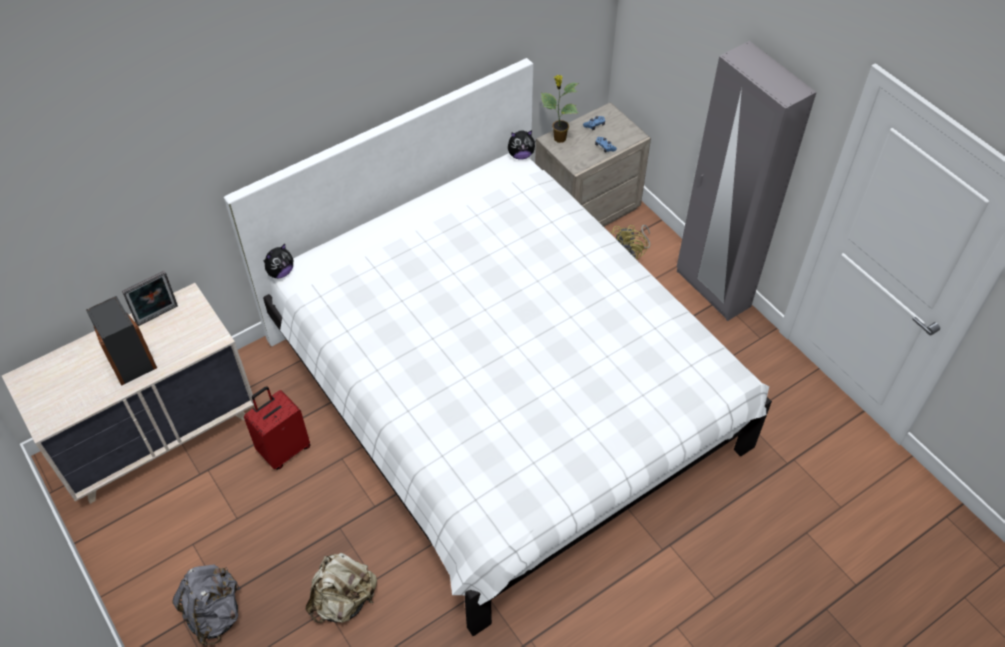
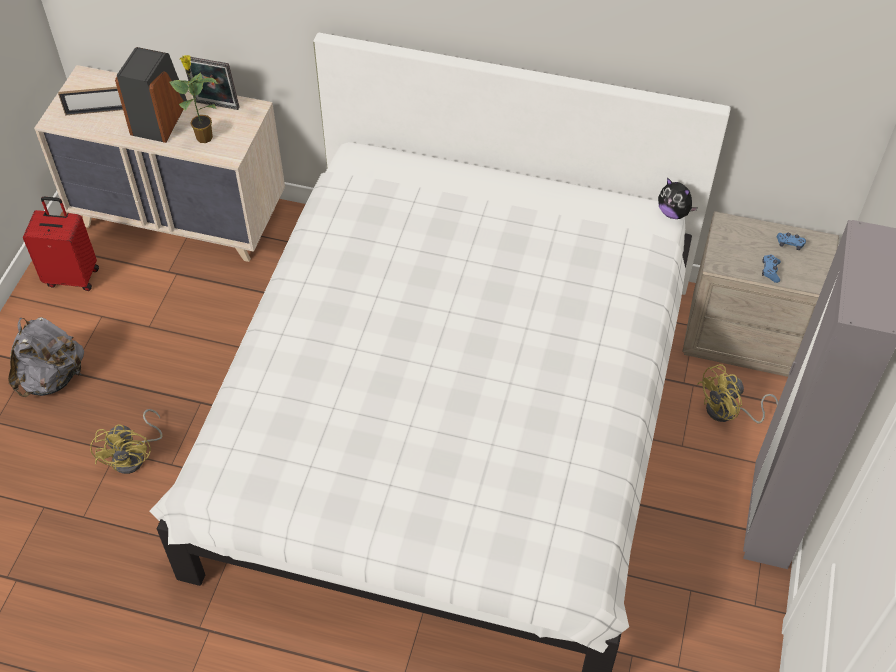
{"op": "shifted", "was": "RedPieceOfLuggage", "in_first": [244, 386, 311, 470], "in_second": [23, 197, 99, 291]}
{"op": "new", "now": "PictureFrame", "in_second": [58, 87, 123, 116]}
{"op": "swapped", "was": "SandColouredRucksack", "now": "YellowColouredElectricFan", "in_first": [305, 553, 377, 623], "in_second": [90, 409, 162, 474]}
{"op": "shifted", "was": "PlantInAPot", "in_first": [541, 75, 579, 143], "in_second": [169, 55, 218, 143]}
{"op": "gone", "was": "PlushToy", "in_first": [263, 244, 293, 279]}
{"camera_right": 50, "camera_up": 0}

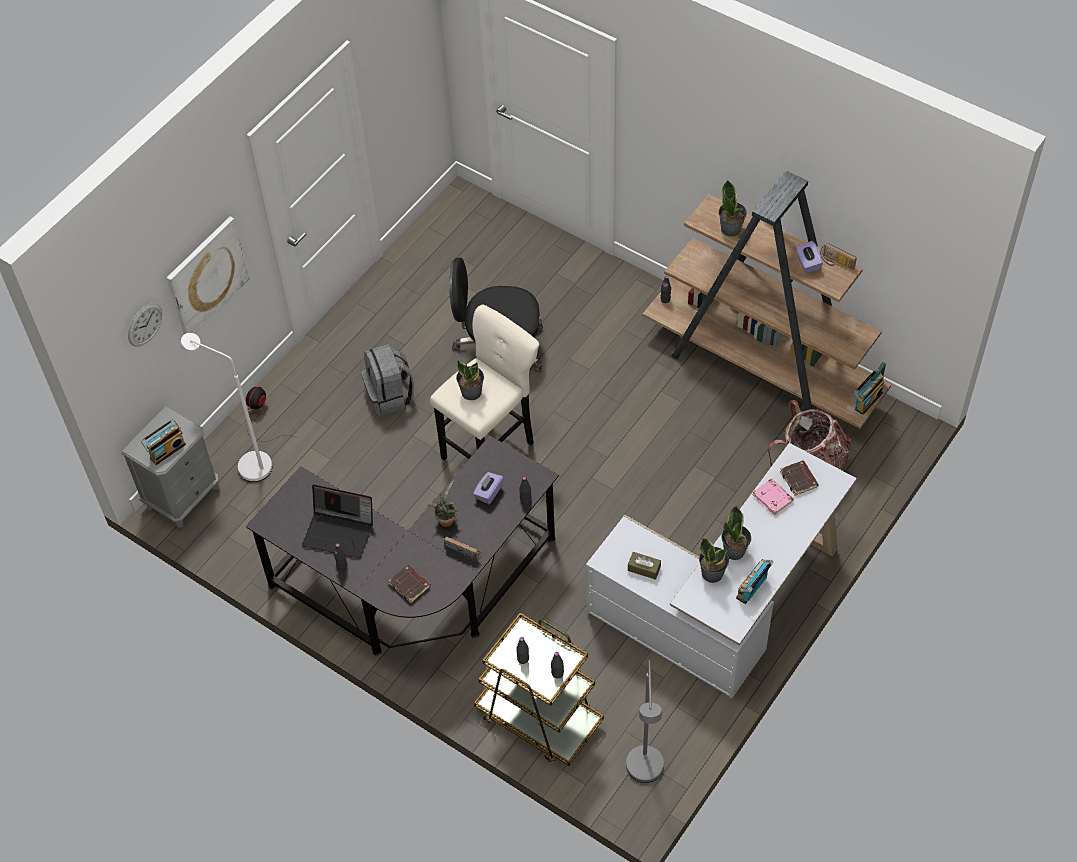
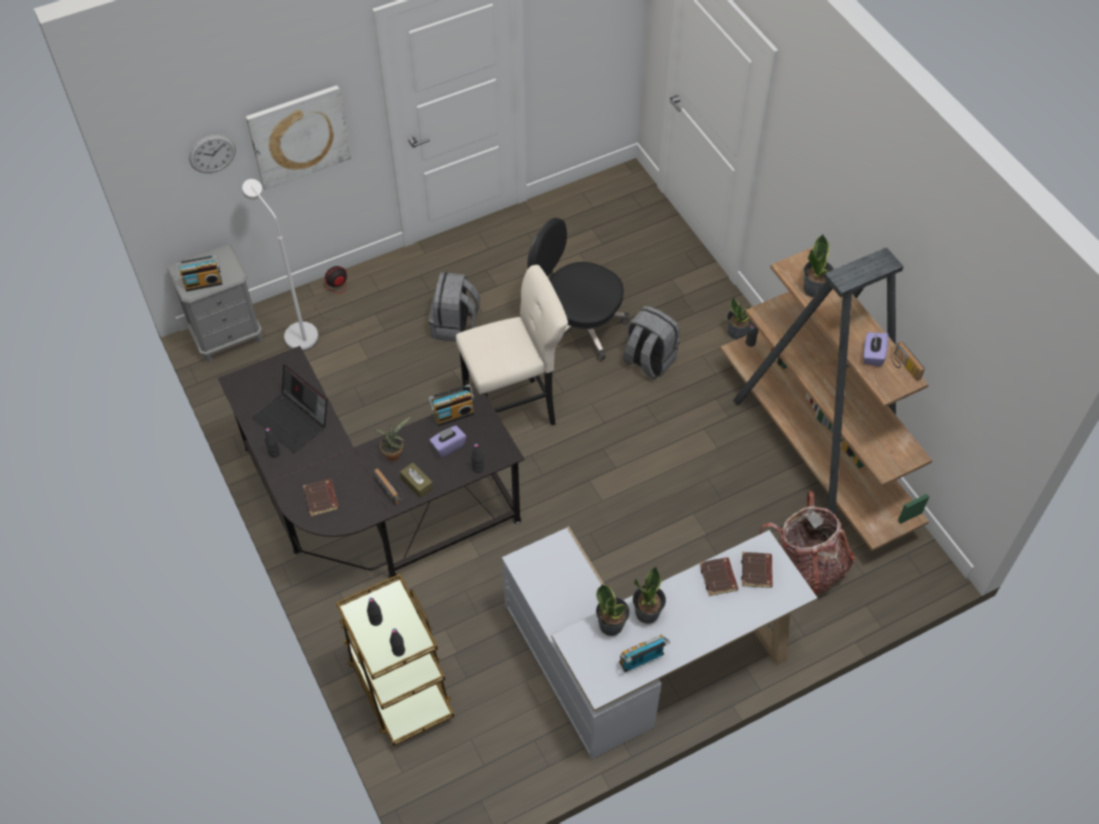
{"op": "shifted", "was": "BrownColouredTissueBox", "in_first": [628, 552, 661, 580], "in_second": [400, 462, 433, 499]}
{"op": "shifted", "was": "RadioSet", "in_first": [854, 369, 884, 415], "in_second": [429, 384, 474, 426]}
{"op": "new", "now": "GrayRucksack", "in_second": [623, 306, 680, 379]}
{"op": "repainted", "was": "PinkColouredBoundBook", "now": "BrownColouredBoundBook", "in_first": [752, 478, 794, 516], "in_second": [700, 557, 738, 596]}
{"op": "shifted", "was": "PlantInAPot", "in_first": [456, 360, 484, 400], "in_second": [727, 297, 752, 340]}
{"op": "gone", "was": "GrayFloorLamp", "in_first": [626, 660, 664, 783]}
{"camera_right": 25, "camera_up": 0}

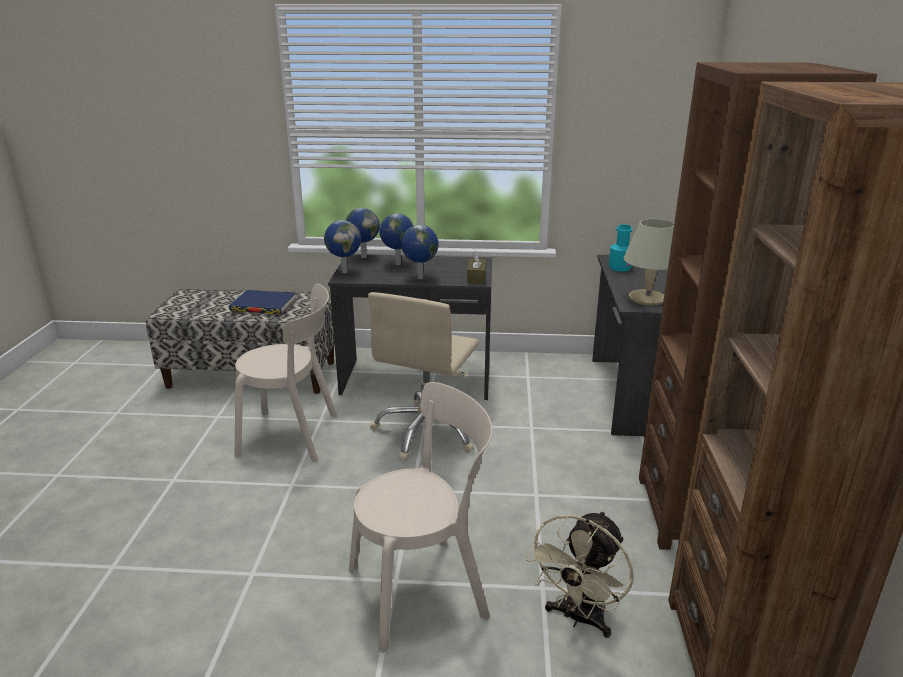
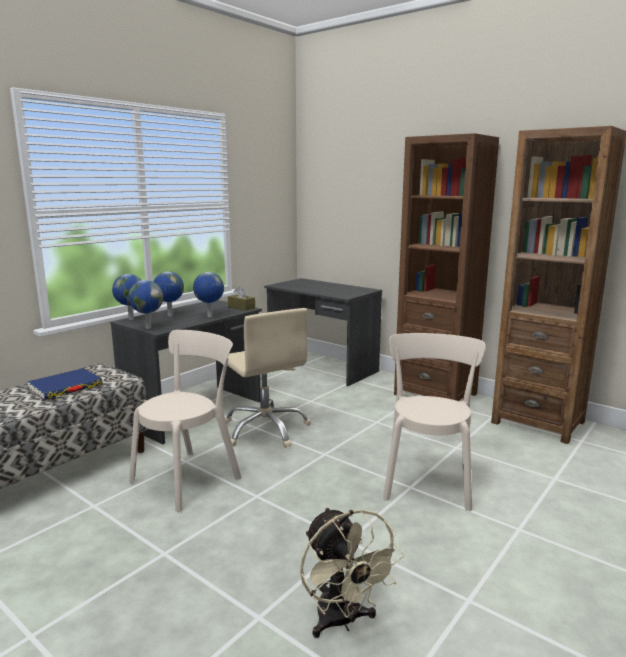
{"op": "shifted", "was": "SandColouredElectricFan", "in_first": [525, 511, 633, 638], "in_second": [300, 507, 404, 638]}
{"op": "gone", "was": "TurquoiseDrinkBottle", "in_first": [609, 224, 632, 272]}
{"op": "gone", "was": "SandColouredTabletopLamp", "in_first": [623, 219, 674, 305]}
{"camera_right": -55, "camera_up": -10}

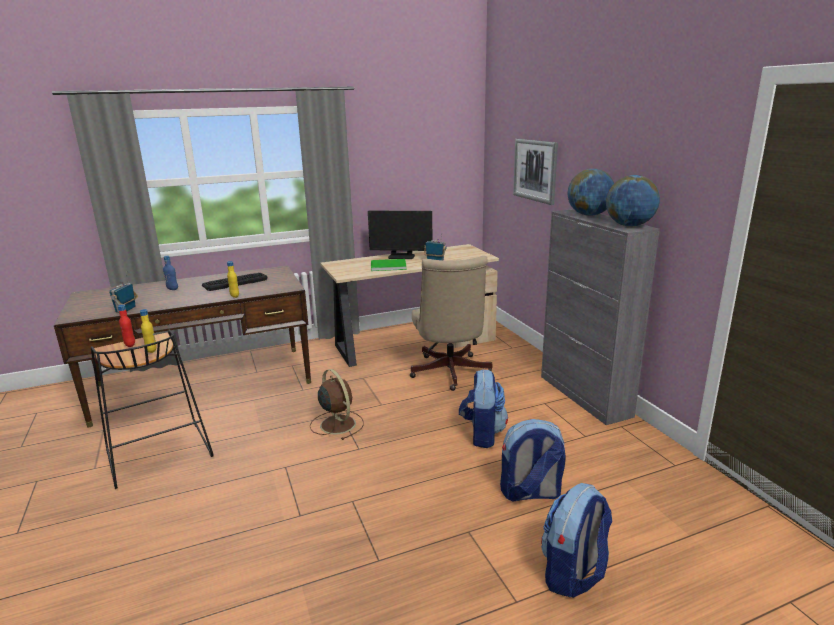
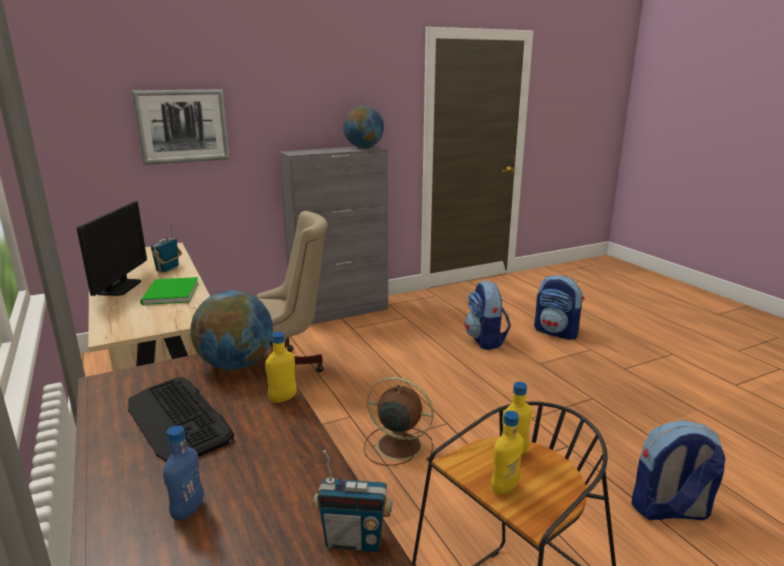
{"op": "shifted", "was": "Globe", "in_first": [568, 169, 614, 216], "in_second": [190, 290, 273, 370]}
{"op": "rotated", "was": "BrownColouredElectricFan", "in_first": [310, 369, 364, 440], "in_second": [364, 377, 434, 466], "clockwise": 60}
{"op": "repainted", "was": "RedDrinkBottle", "now": "YellowColouredDrinkBottle", "in_first": [118, 304, 135, 347], "in_second": [491, 411, 524, 494]}
{"op": "shifted", "was": "Rucksack", "in_first": [459, 369, 508, 448], "in_second": [632, 420, 726, 520]}
{"camera_right": -95, "camera_up": 0}

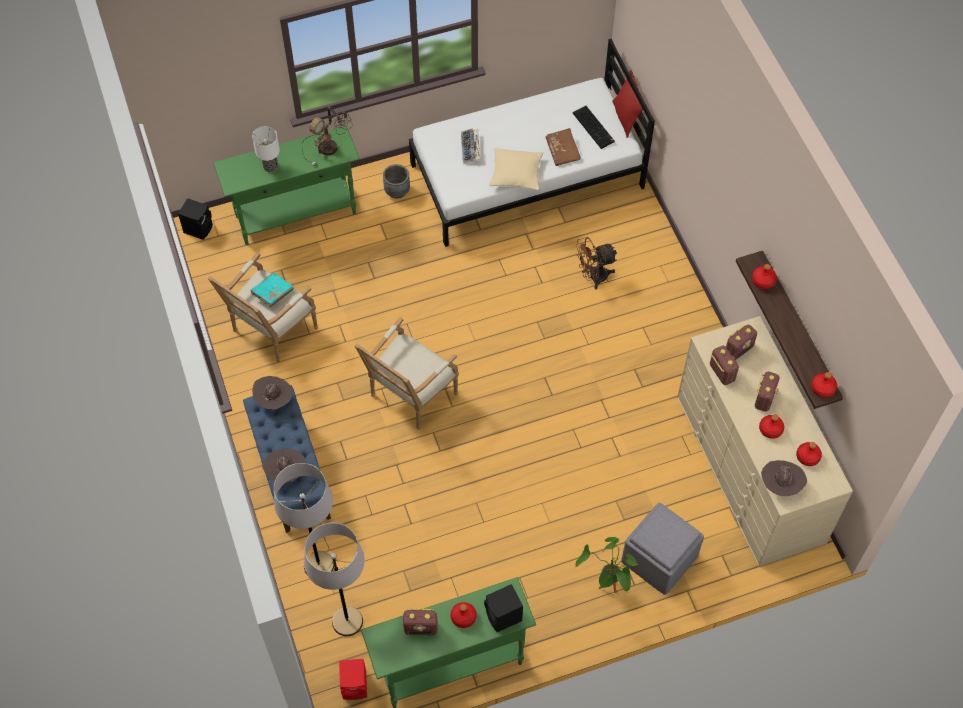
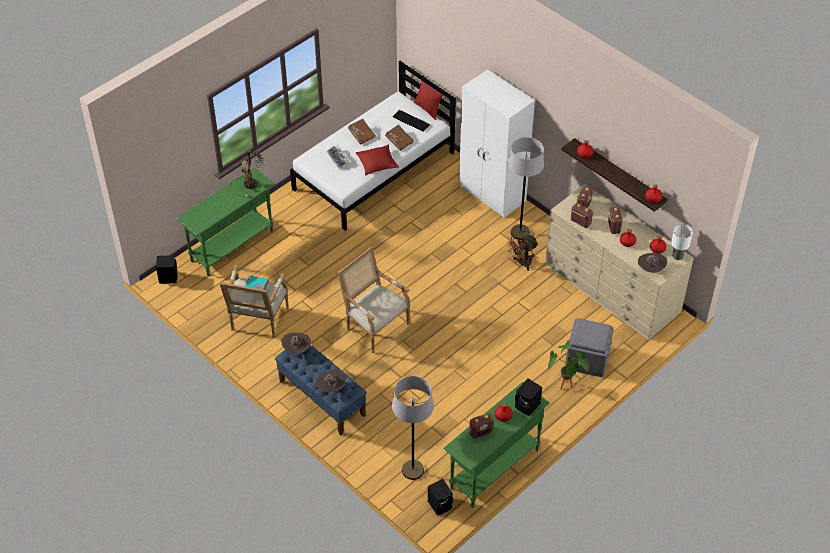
{"op": "rotated", "was": "LoungeChair", "in_first": [355, 317, 459, 429], "in_second": [337, 247, 410, 353], "clockwise": 120}
{"op": "new", "now": "BrownColouredBoundBook", "in_second": [348, 119, 376, 144]}
{"op": "repainted", "was": "SandColouredPillow", "now": "RedPillow", "in_first": [489, 148, 543, 190], "in_second": [356, 145, 399, 175]}
{"op": "repainted", "was": "RedSpeaker", "now": "BlackColouredSpeaker", "in_first": [339, 659, 367, 700], "in_second": [428, 479, 453, 516]}
{"op": "new", "now": "WhitishClothesCupboard", "in_second": [459, 69, 535, 218]}
{"op": "shifted", "was": "BrownColouredElectricFan", "in_first": [576, 237, 617, 289], "in_second": [506, 234, 539, 271]}
{"op": "shifted", "was": "GrayFloorLamp", "in_first": [274, 463, 334, 574], "in_second": [508, 137, 544, 240]}
{"op": "shifted", "was": "TabletopLamp", "in_first": [252, 126, 280, 172], "in_second": [671, 224, 693, 260]}
{"op": "gone", "was": "GrayPlantPot", "in_first": [383, 164, 410, 198]}
{"camera_right": -25, "camera_up": -10}

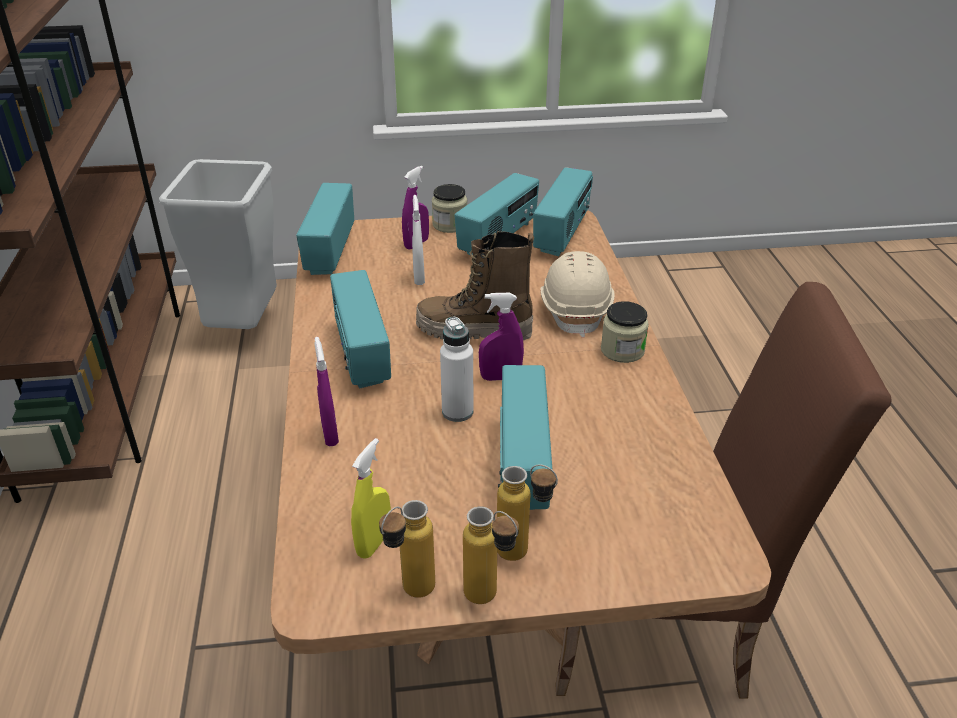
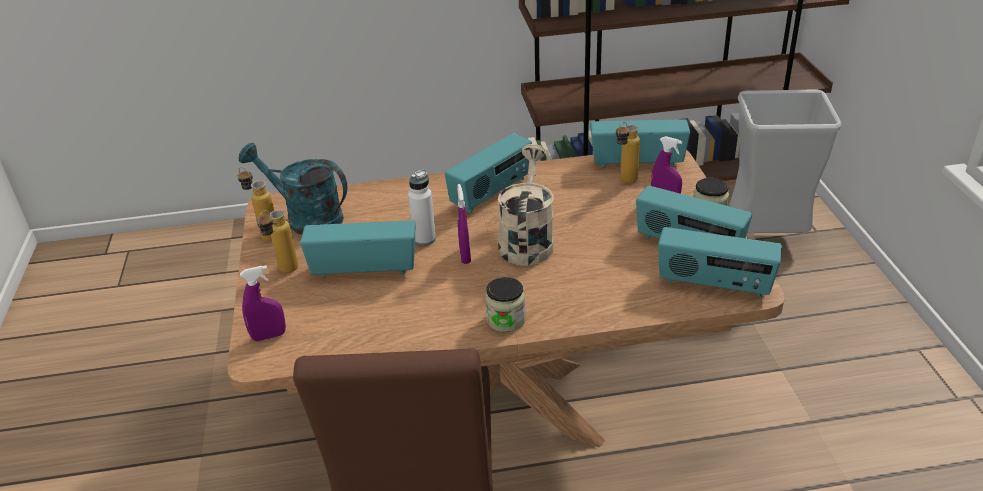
{"op": "swapped", "was": "YellowColouredSprayer", "now": "TurquoiseSprinklingCan", "in_first": [351, 438, 391, 559], "in_second": [239, 143, 348, 235]}
{"op": "shifted", "was": "PurpleColouredSprayer", "in_first": [315, 337, 339, 446], "in_second": [240, 265, 286, 341]}
{"op": "rotated", "was": "RadioSet", "in_first": [330, 270, 391, 389], "in_second": [445, 133, 532, 213], "clockwise": 150}
{"op": "swapped", "was": "Boot", "now": "SandColouredSprinklingCan", "in_first": [416, 231, 534, 341], "in_second": [498, 144, 554, 266]}
{"op": "shifted", "was": "DrinkBottle", "in_first": [463, 506, 519, 604], "in_second": [616, 122, 640, 183]}
{"op": "gone", "was": "WhitishSprayer", "in_first": [412, 195, 425, 285]}
{"op": "gone", "was": "SandColouredSafetyHelmet", "in_first": [540, 251, 615, 337]}
{"camera_right": 90, "camera_up": 0}

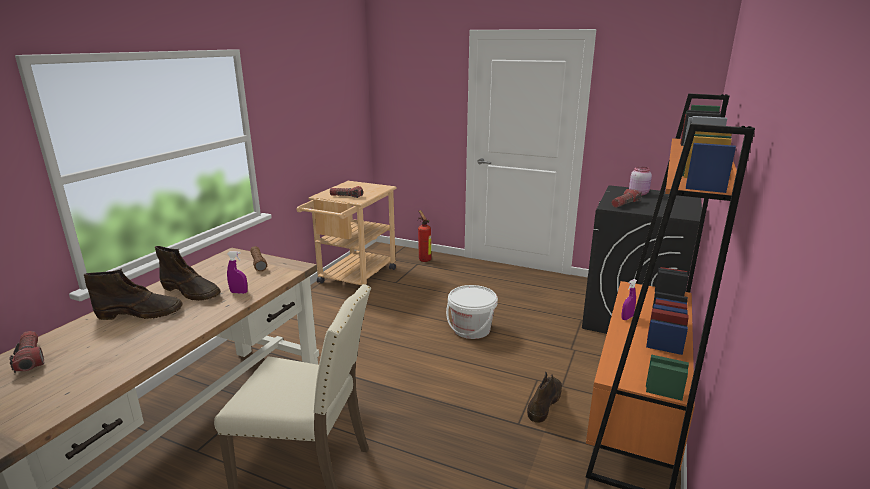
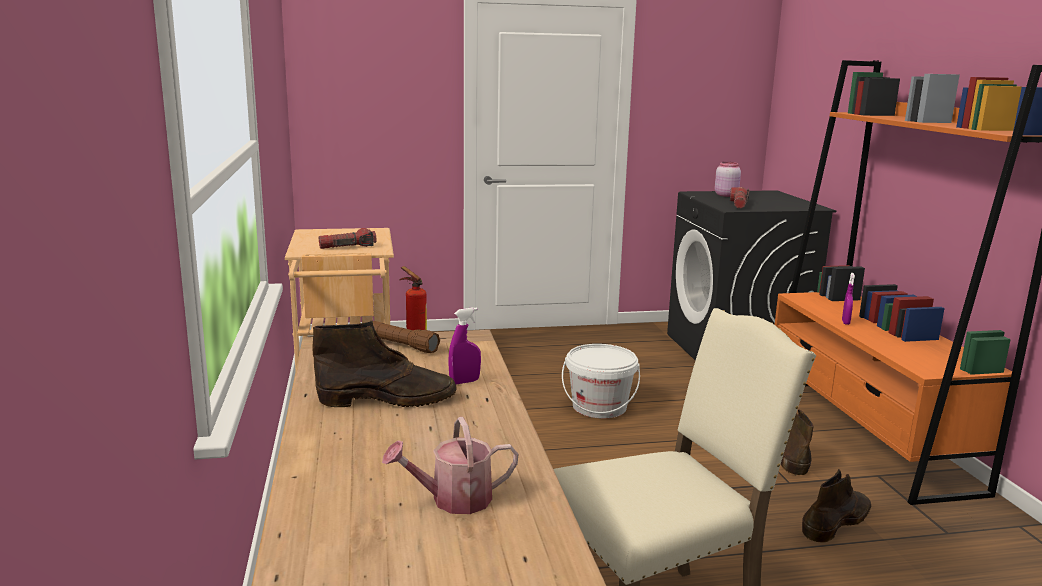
{"op": "new", "now": "SprinklingCan", "in_second": [382, 417, 519, 514]}
{"op": "shifted", "was": "BrownColouredBoot", "in_first": [84, 269, 182, 320], "in_second": [802, 469, 871, 543]}
{"op": "gone", "was": "HandTorch", "in_first": [9, 331, 44, 373]}
{"camera_right": -35, "camera_up": -5}

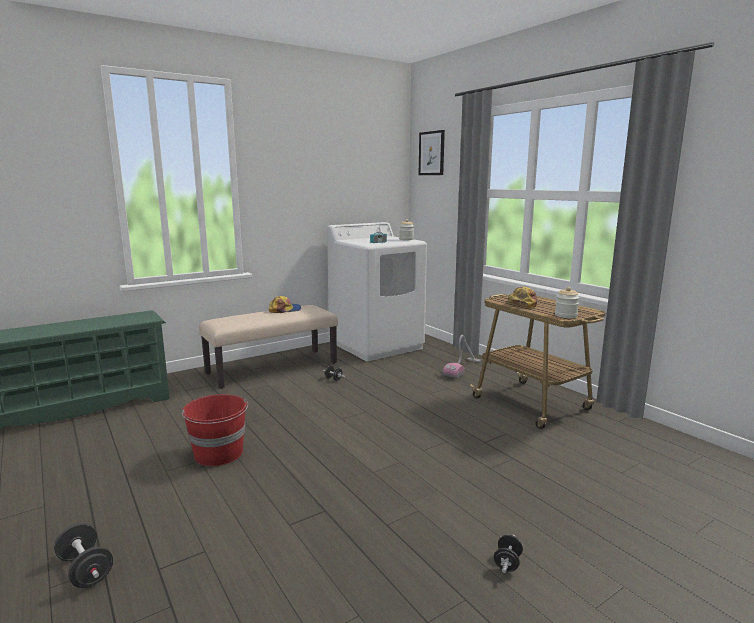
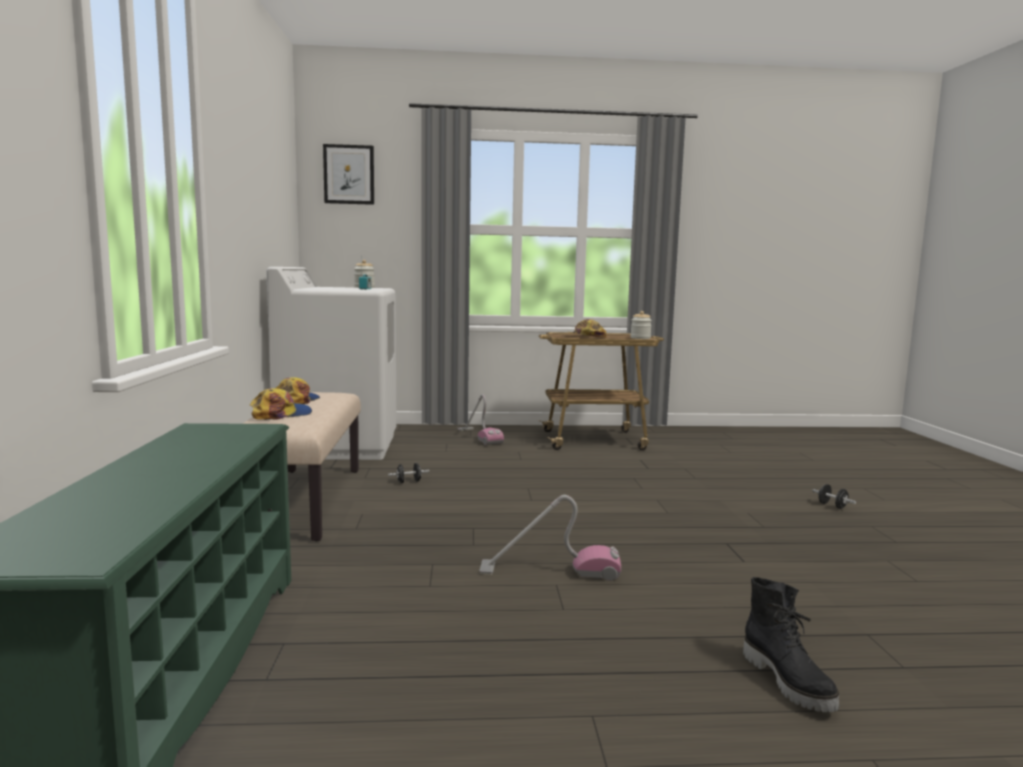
{"op": "new", "now": "PeakedCap", "in_second": [250, 388, 312, 420]}
{"op": "swapped", "was": "RedPail", "now": "VacuumCleaner", "in_first": [181, 394, 248, 466], "in_second": [479, 495, 621, 581]}
{"op": "swapped", "was": "BlackColouredHandWeight", "now": "BlackColouredBoot", "in_first": [54, 523, 113, 588], "in_second": [743, 577, 839, 712]}
{"camera_right": -60, "camera_up": -5}

